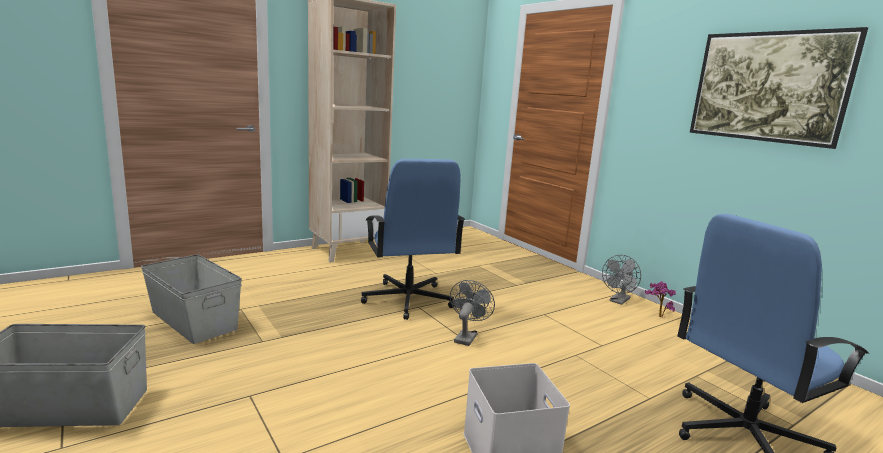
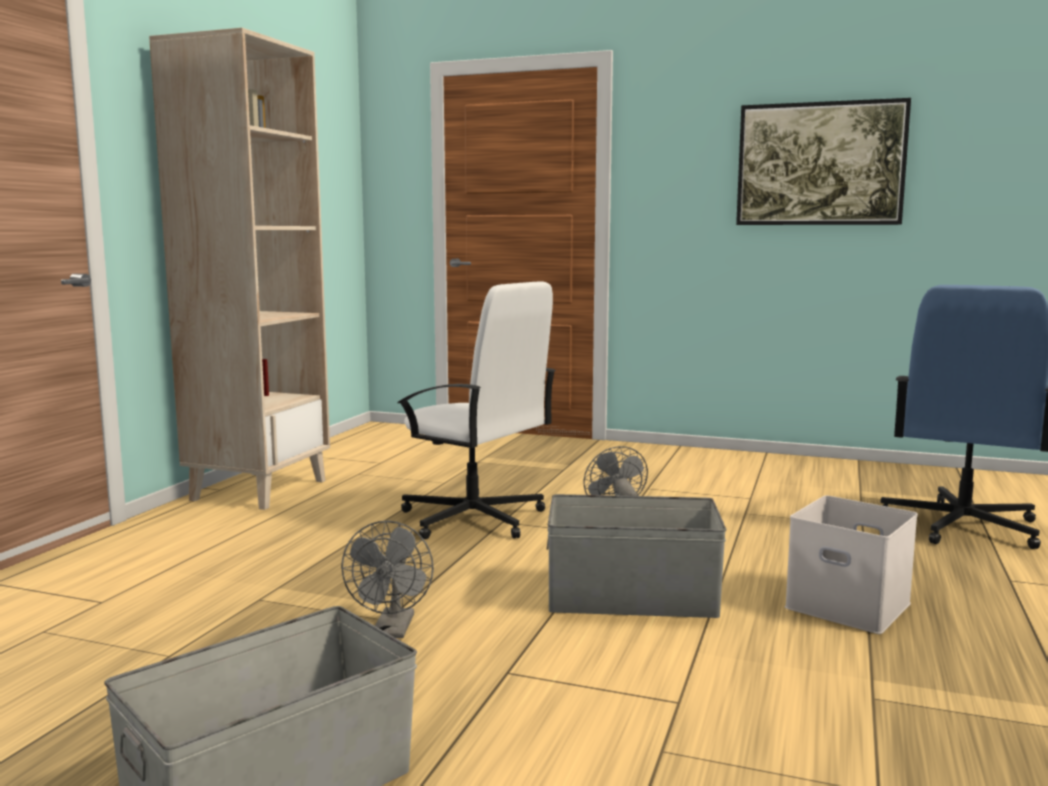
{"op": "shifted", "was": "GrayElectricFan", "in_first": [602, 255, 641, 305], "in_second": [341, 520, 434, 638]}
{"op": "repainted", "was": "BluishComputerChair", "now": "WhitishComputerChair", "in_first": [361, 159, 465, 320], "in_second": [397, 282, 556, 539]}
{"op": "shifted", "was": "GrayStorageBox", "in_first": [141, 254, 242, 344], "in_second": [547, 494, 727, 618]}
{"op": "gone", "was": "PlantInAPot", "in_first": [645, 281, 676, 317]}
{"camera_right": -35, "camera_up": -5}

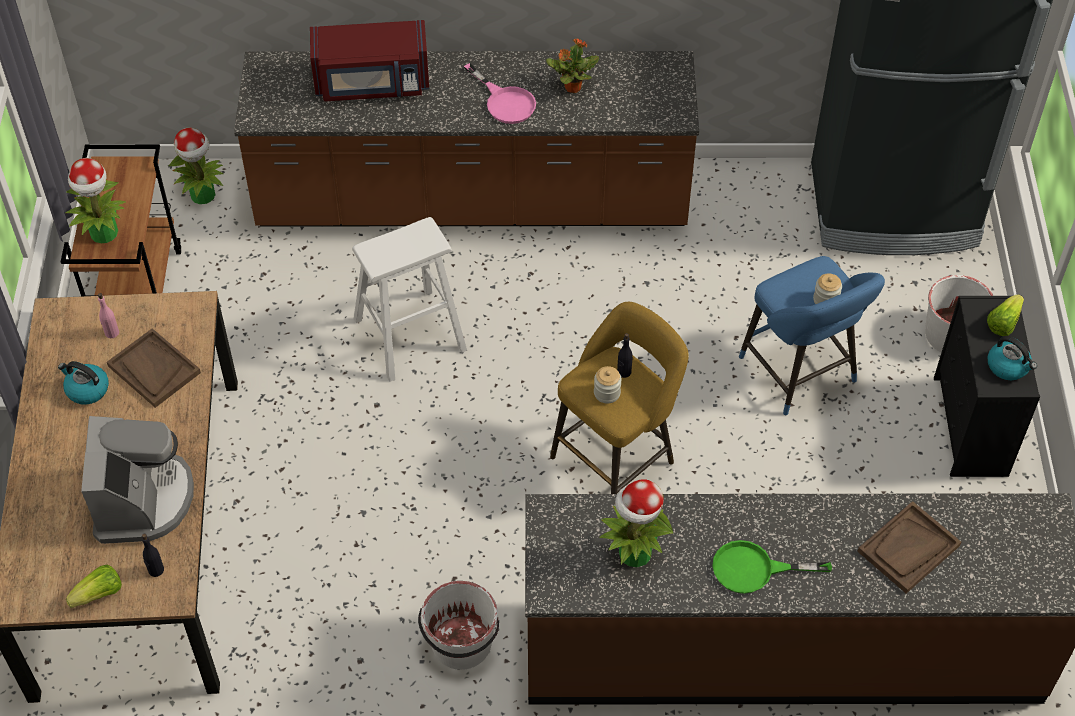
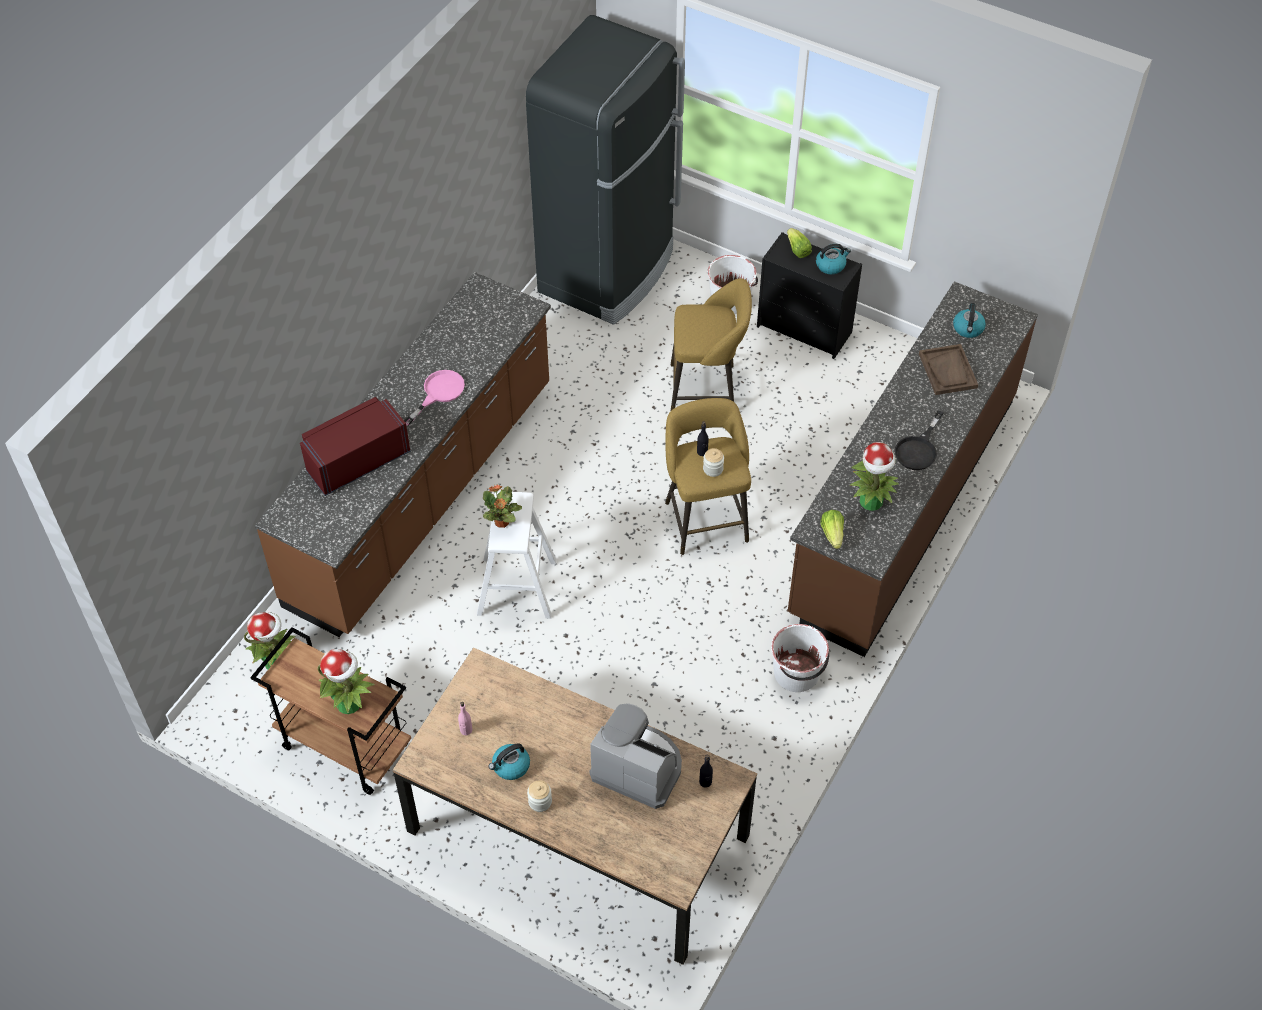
{"op": "rotated", "was": "RedMicrowaveOven", "in_first": [310, 20, 429, 101], "in_second": [300, 397, 410, 496], "clockwise": -150}
{"op": "rotated", "was": "PinkColouredPan", "in_first": [464, 63, 536, 124], "in_second": [404, 370, 465, 426], "clockwise": -45}
{"op": "shifted", "was": "PlantInAPot", "in_first": [546, 38, 599, 93], "in_second": [483, 485, 522, 528]}
{"op": "shifted", "was": "PreserveJar", "in_first": [813, 273, 842, 304], "in_second": [527, 780, 552, 812]}
{"op": "repainted", "was": "BluishStool", "now": "YellowColouredStool", "in_first": [739, 256, 885, 415], "in_second": [671, 278, 752, 410]}
{"op": "shifted", "was": "LettuceHead", "in_first": [66, 565, 122, 608], "in_second": [820, 510, 844, 549]}
{"op": "repainted", "was": "GreenColouredPan", "now": "BlackColouredPan", "in_first": [712, 540, 832, 594], "in_second": [895, 410, 944, 470]}
{"op": "new", "now": "WaterKettle", "in_second": [953, 303, 986, 338]}
{"op": "gone", "was": "BrownColouredServingTray", "in_first": [107, 328, 201, 408]}
{"camera_right": -60, "camera_up": 0}

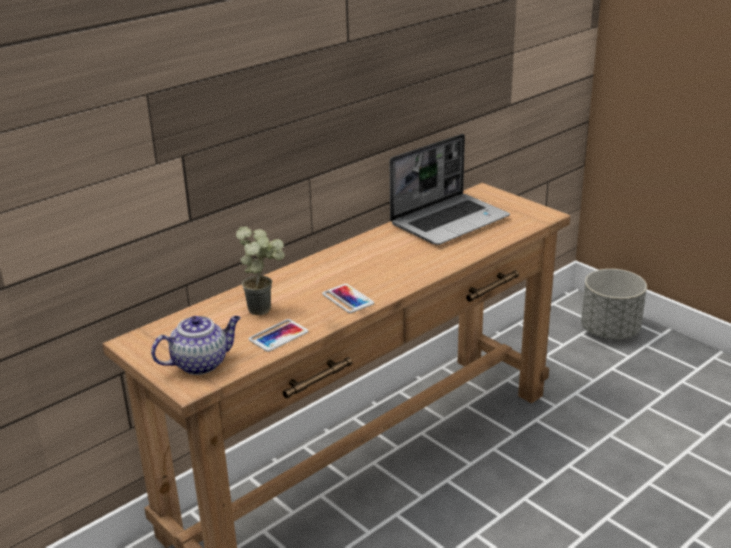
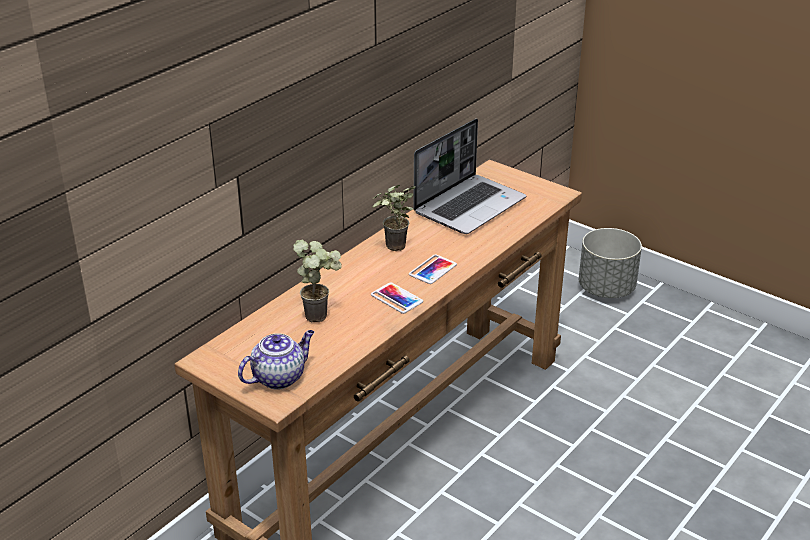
{"op": "new", "now": "PlantInAPot", "in_second": [373, 185, 415, 251]}
{"op": "shifted", "was": "Telephone", "in_first": [248, 319, 308, 352], "in_second": [409, 254, 457, 284]}
{"camera_right": -10, "camera_up": 5}

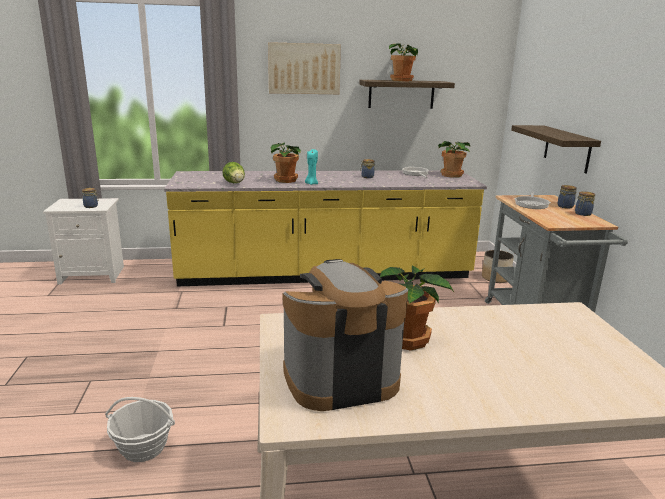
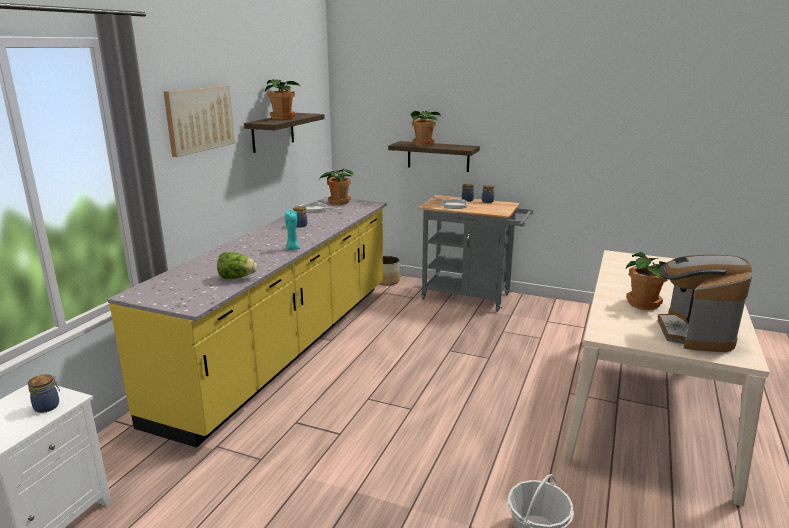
{"op": "shifted", "was": "PlantInAPot", "in_first": [271, 142, 301, 183], "in_second": [411, 111, 441, 146]}
{"camera_right": -60, "camera_up": 0}

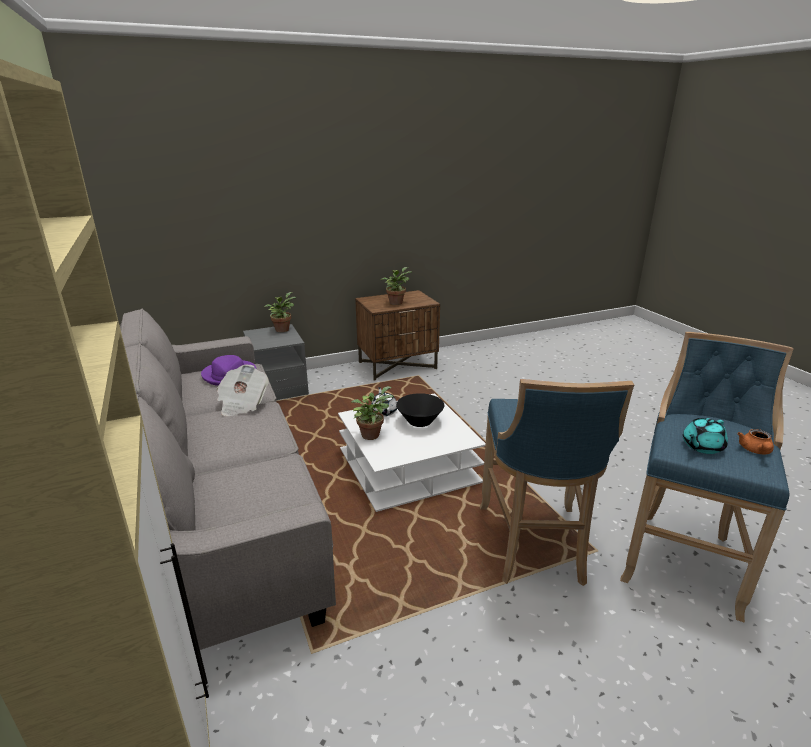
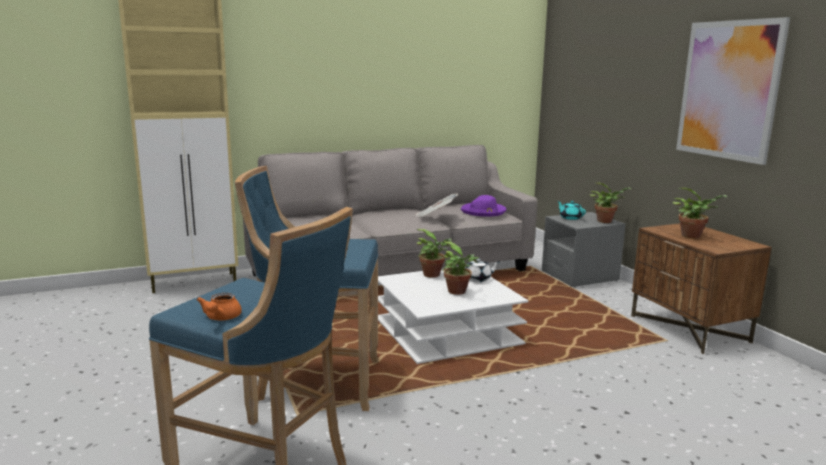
{"op": "rotated", "was": "OrangeColouredTeapot", "in_first": [737, 429, 774, 454], "in_second": [196, 293, 242, 320], "clockwise": -105}
{"op": "swapped", "was": "BlackColouredServingBowl", "now": "PlantInAPot", "in_first": [396, 393, 444, 427], "in_second": [442, 241, 479, 295]}
{"op": "shifted", "was": "TurquoiseTeapot", "in_first": [683, 418, 728, 454], "in_second": [557, 201, 586, 220]}
{"op": "new", "now": "WallPicture", "in_second": [676, 17, 790, 165]}
{"camera_right": 90, "camera_up": -10}

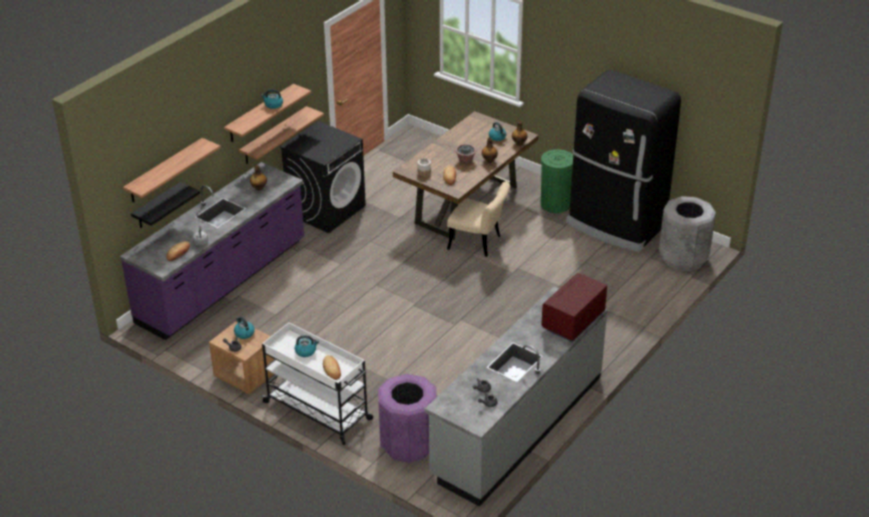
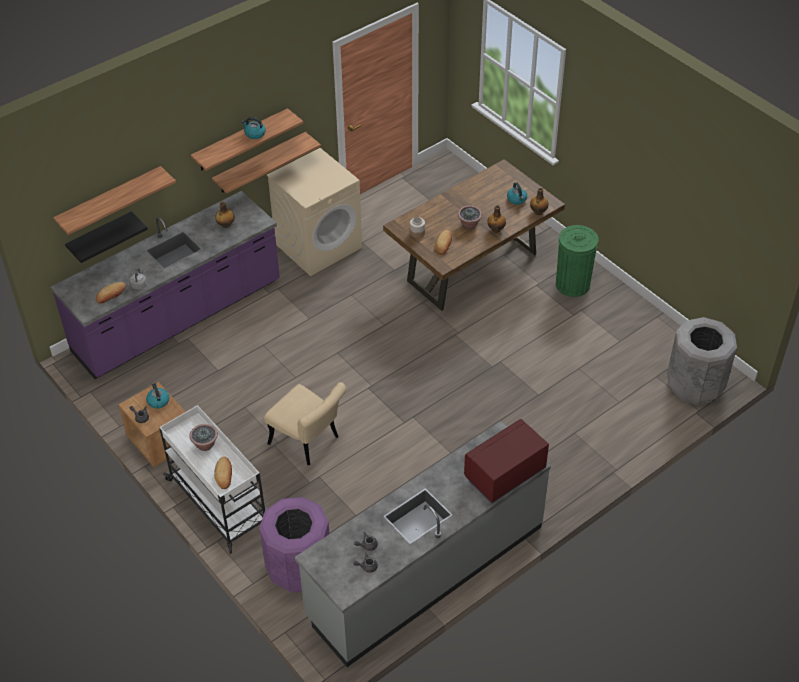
{"op": "swapped", "was": "WaterKettle", "now": "PlantInAPot", "in_first": [295, 335, 319, 357], "in_second": [189, 424, 218, 451]}
{"op": "shifted", "was": "SandColouredChair", "in_first": [447, 181, 510, 257], "in_second": [264, 382, 346, 465]}
{"op": "repainted", "was": "BlackColouredLaundryMachine", "now": "SandColouredLaundryMachine", "in_first": [280, 121, 366, 233], "in_second": [267, 148, 362, 276]}
{"op": "gone", "was": "BlackColouredRefrigerator", "in_first": [566, 70, 681, 252]}
{"camera_right": 15, "camera_up": 10}

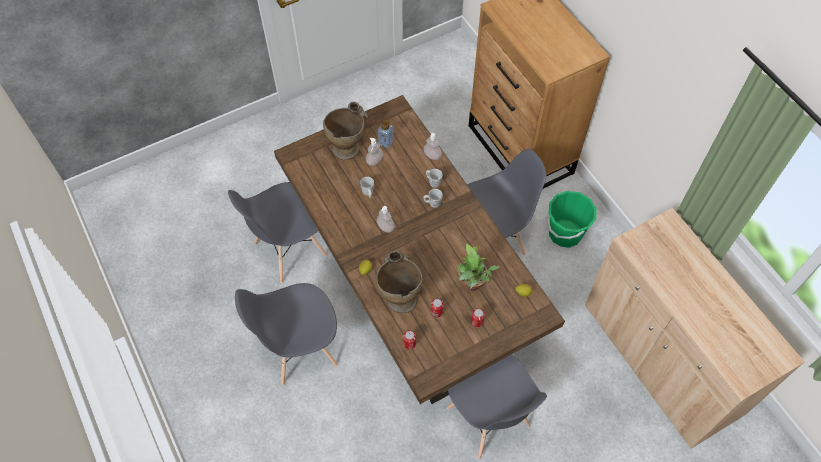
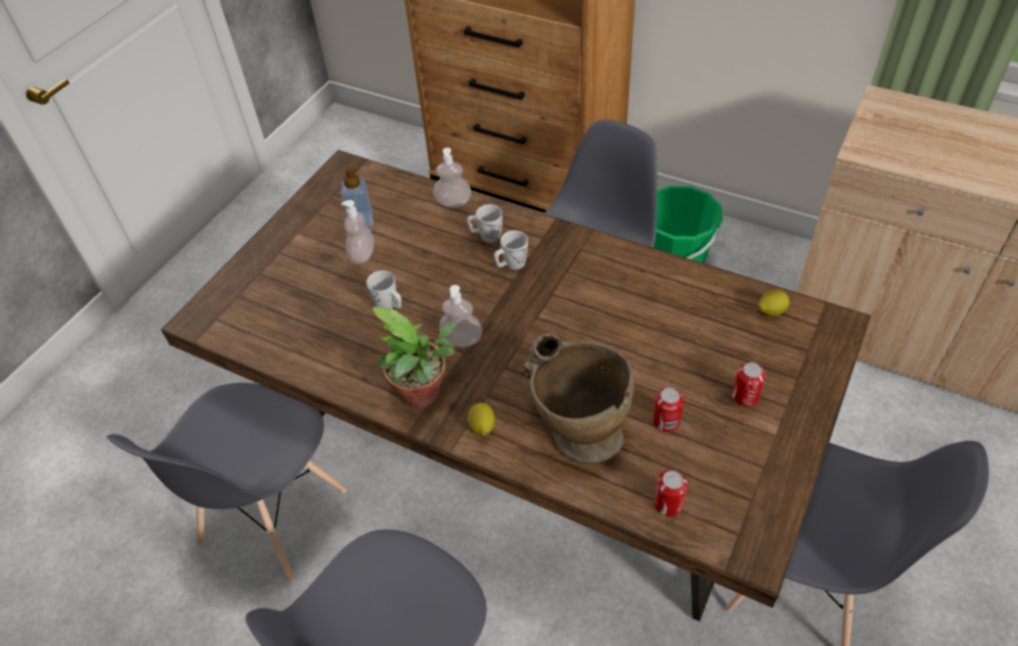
{"op": "shifted", "was": "PlantInAPot", "in_first": [457, 243, 500, 291], "in_second": [371, 307, 457, 408]}
{"op": "gone", "was": "SandColouredVase", "in_first": [323, 102, 368, 160]}
{"camera_right": -30, "camera_up": -10}

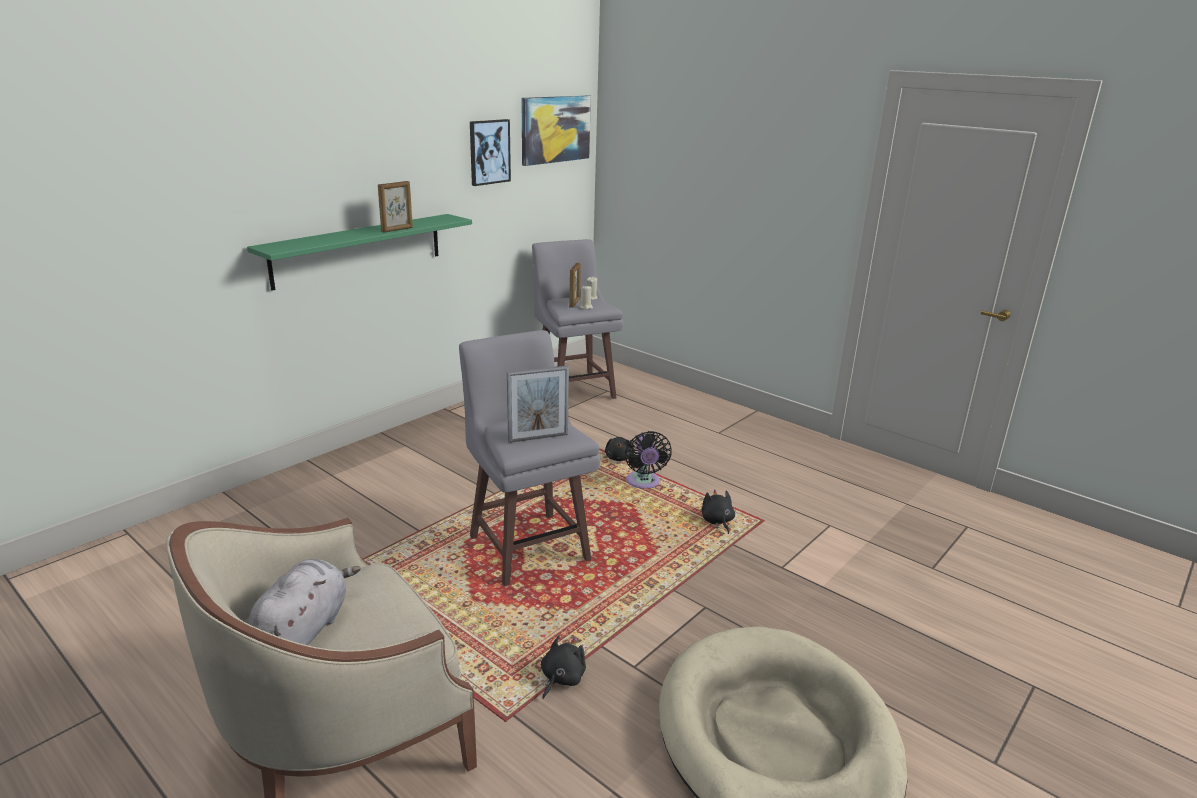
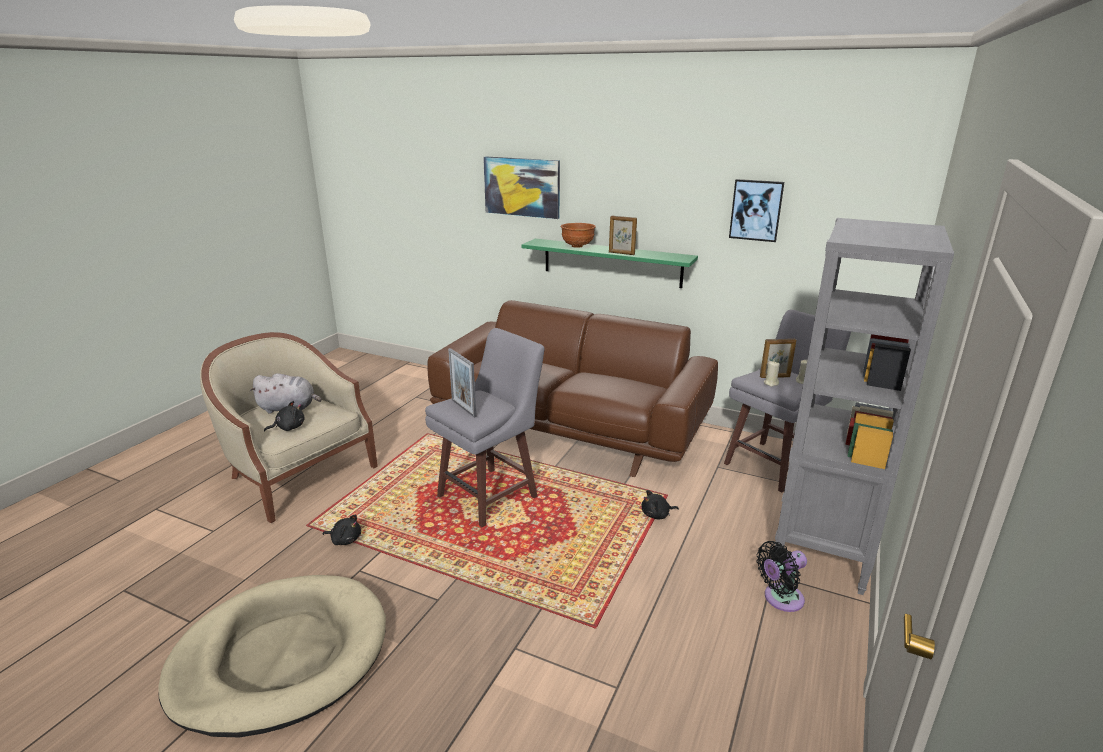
{"op": "shifted", "was": "BlackColouredPlushToy", "in_first": [702, 489, 735, 534], "in_second": [264, 401, 304, 432]}
{"op": "new", "now": "BrownColouredCouch", "in_second": [428, 300, 718, 477]}
{"op": "shifted", "was": "WallPicture", "in_first": [521, 95, 591, 166], "in_second": [483, 156, 560, 219]}
{"op": "new", "now": "BrownColouredServingBowl", "in_second": [561, 223, 596, 248]}
{"op": "shifted", "was": "BlackColouredElectricFan", "in_first": [625, 431, 672, 489], "in_second": [756, 541, 807, 612]}
{"op": "new", "now": "GrayBookshelf", "in_second": [775, 218, 954, 595]}
{"camera_right": 75, "camera_up": 0}

